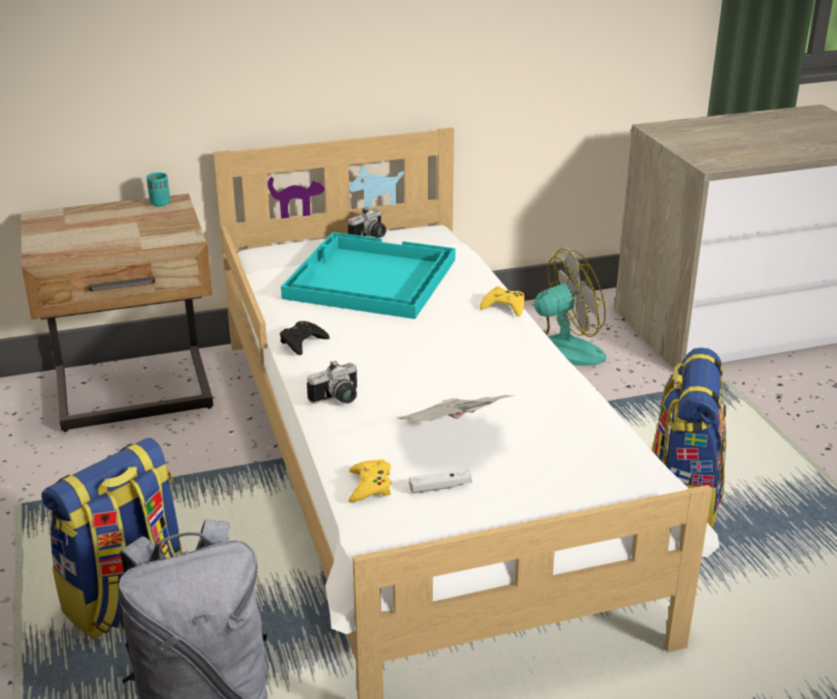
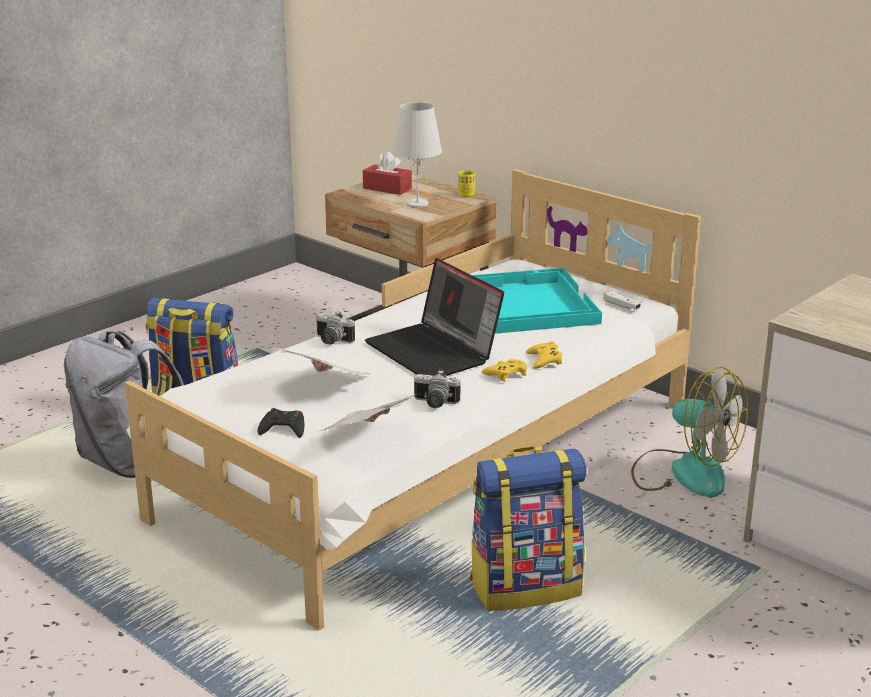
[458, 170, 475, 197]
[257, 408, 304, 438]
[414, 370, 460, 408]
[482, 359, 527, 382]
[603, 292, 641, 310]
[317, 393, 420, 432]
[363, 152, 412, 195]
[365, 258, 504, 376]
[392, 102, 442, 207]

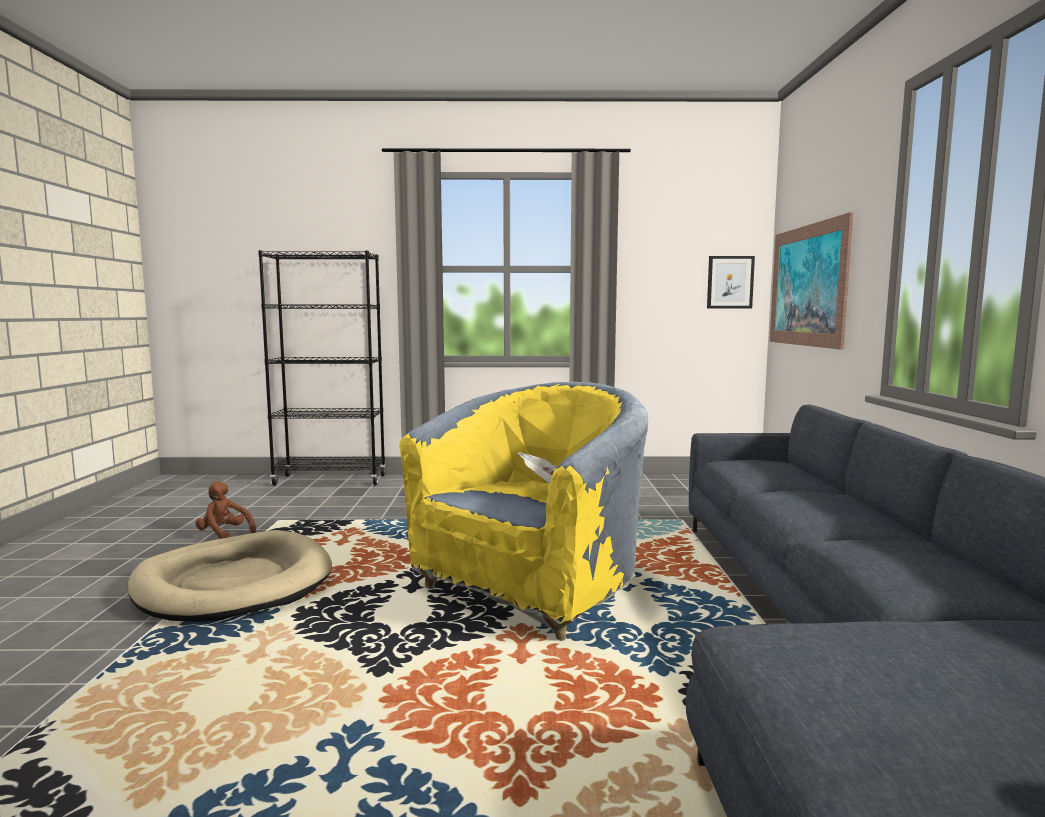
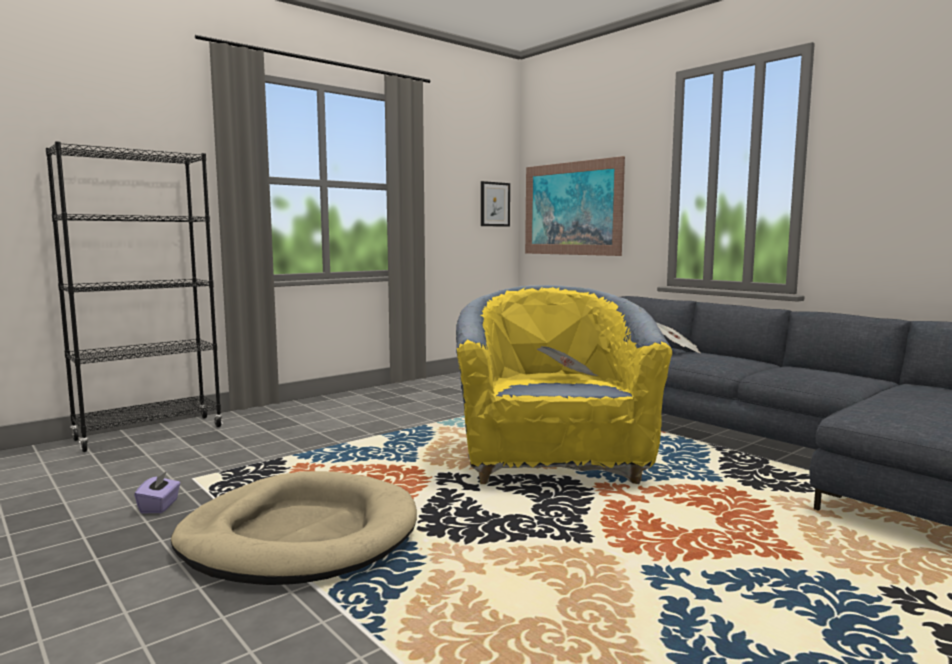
[134, 471, 181, 513]
[656, 322, 700, 353]

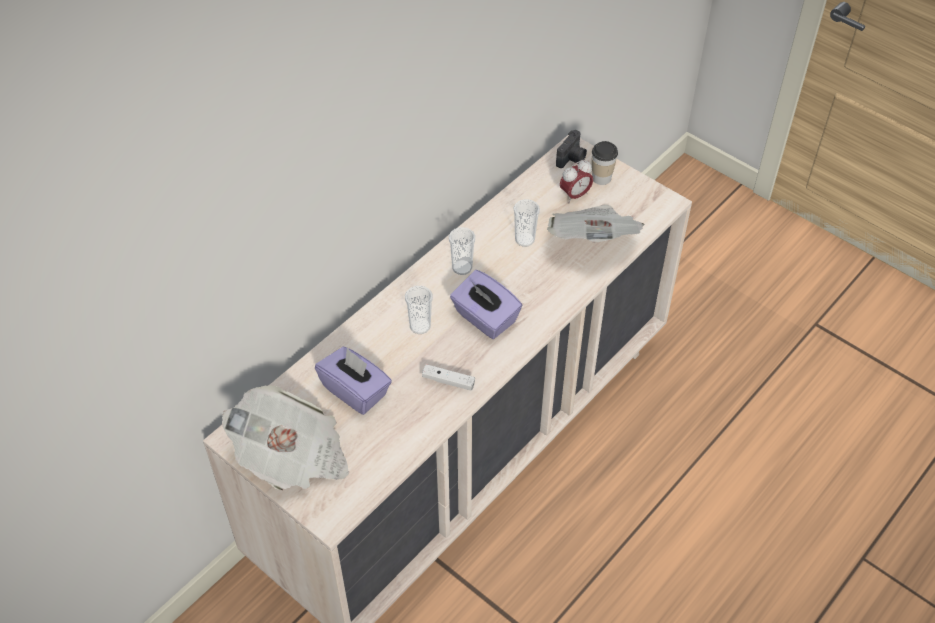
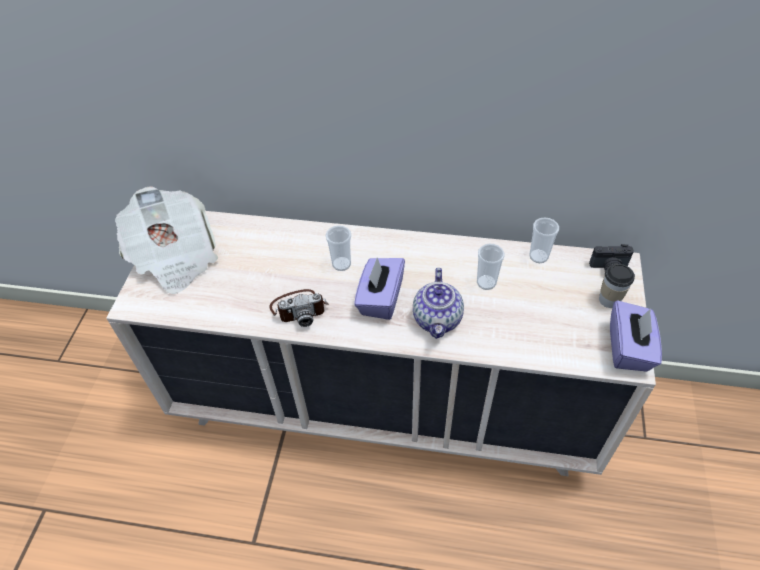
[610, 300, 662, 371]
[270, 289, 329, 327]
[529, 217, 559, 263]
[547, 205, 645, 243] (first image)
[560, 160, 593, 203] (first image)
[413, 268, 464, 339]

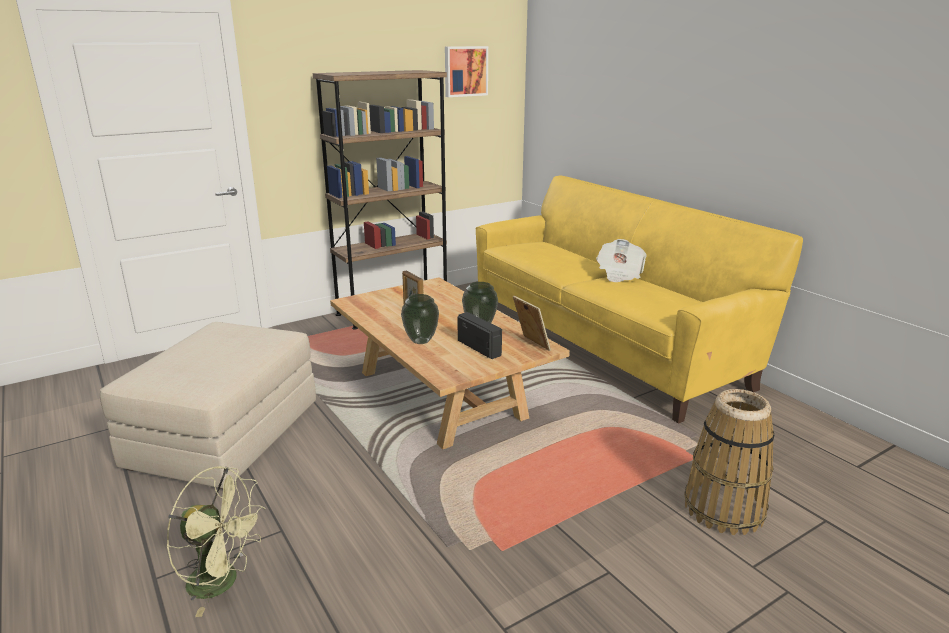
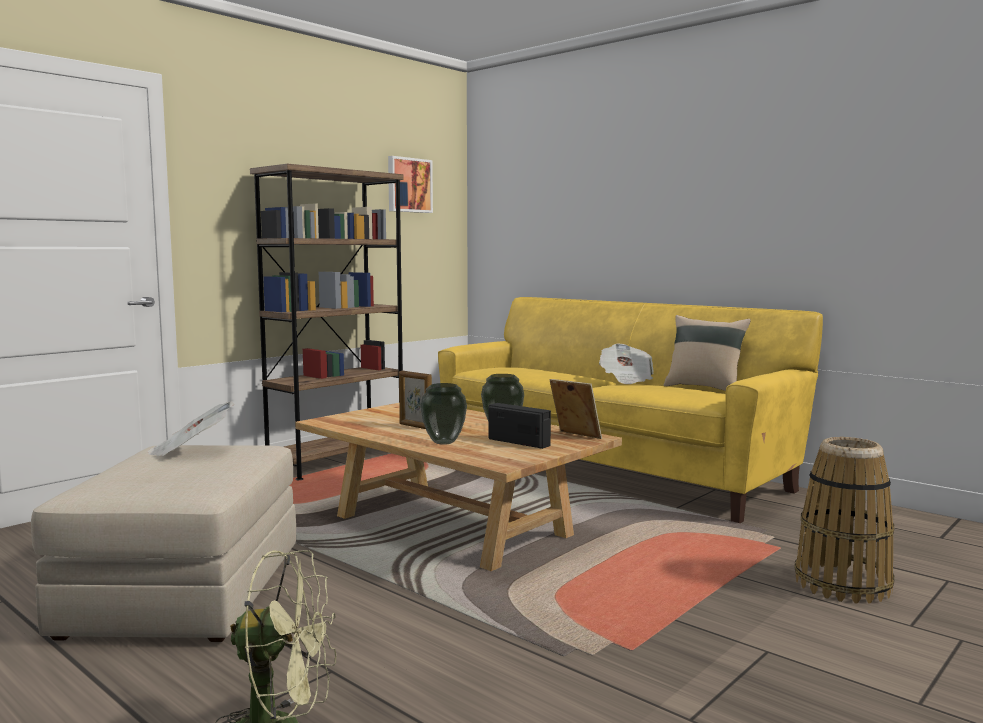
[147, 402, 234, 457]
[664, 315, 751, 391]

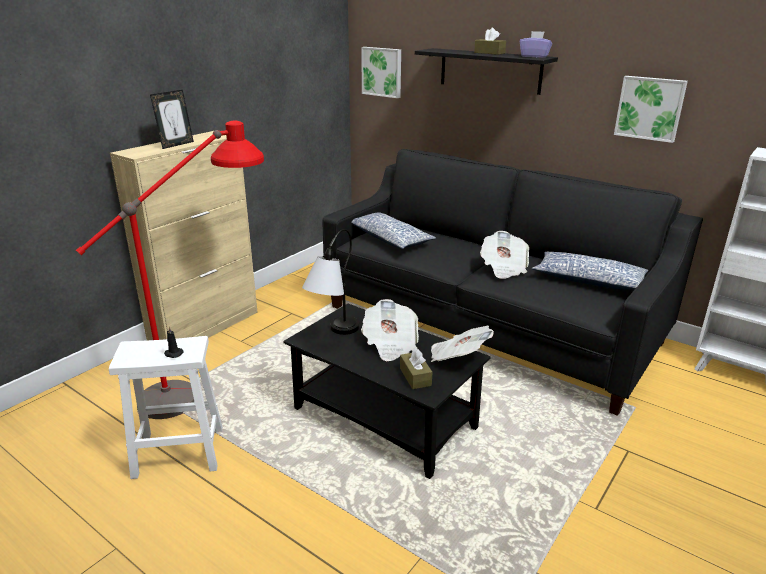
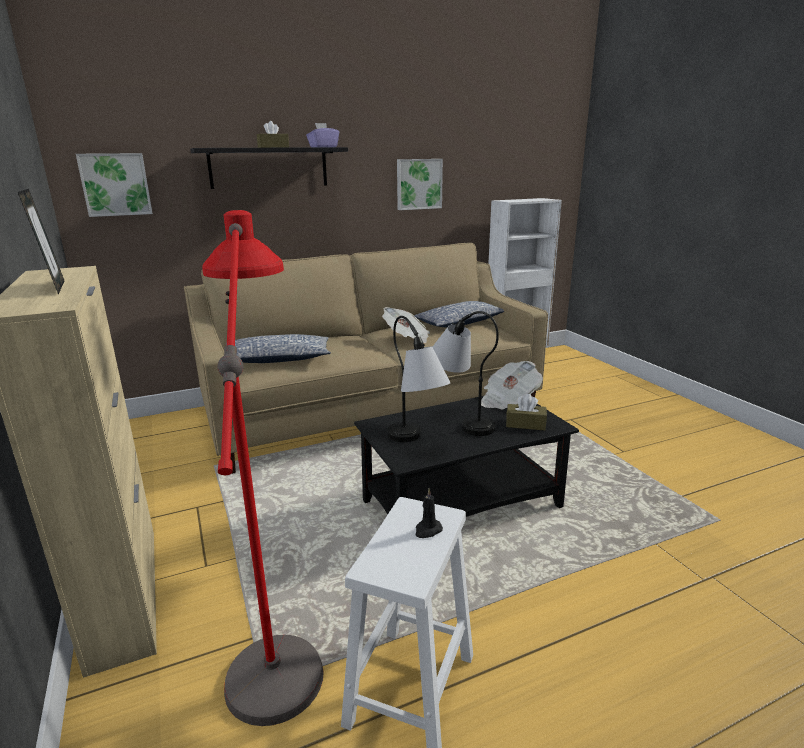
[184, 243, 548, 474]
[433, 311, 499, 436]

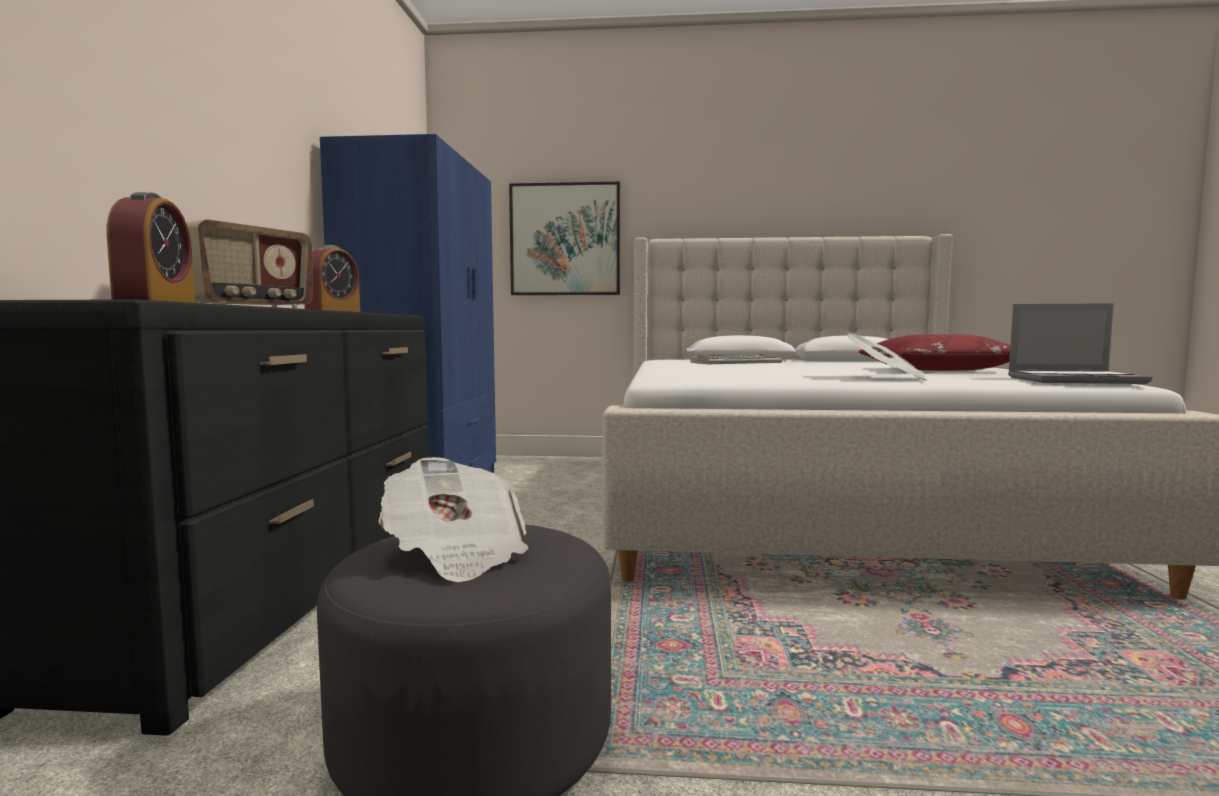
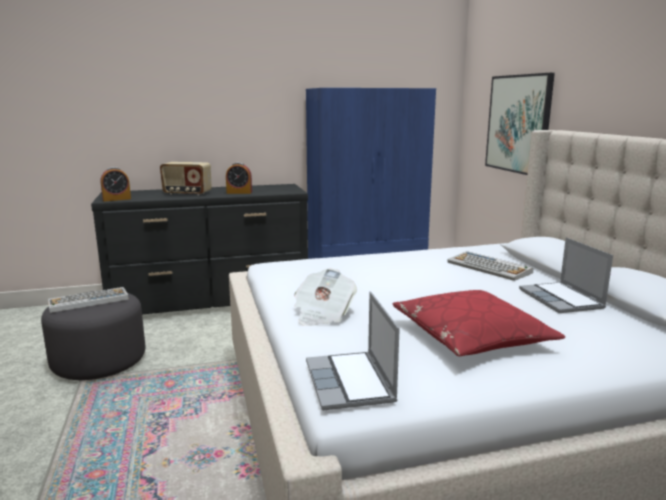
[48, 287, 129, 313]
[519, 237, 613, 313]

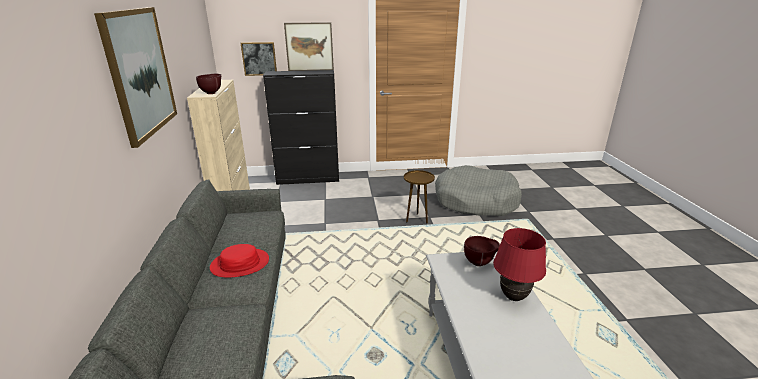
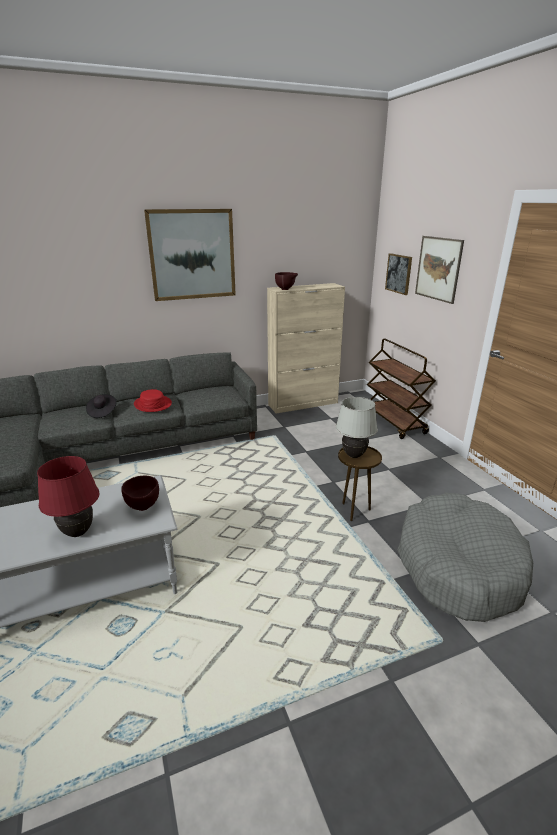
[367, 339, 435, 439]
[86, 394, 117, 418]
[336, 397, 378, 458]

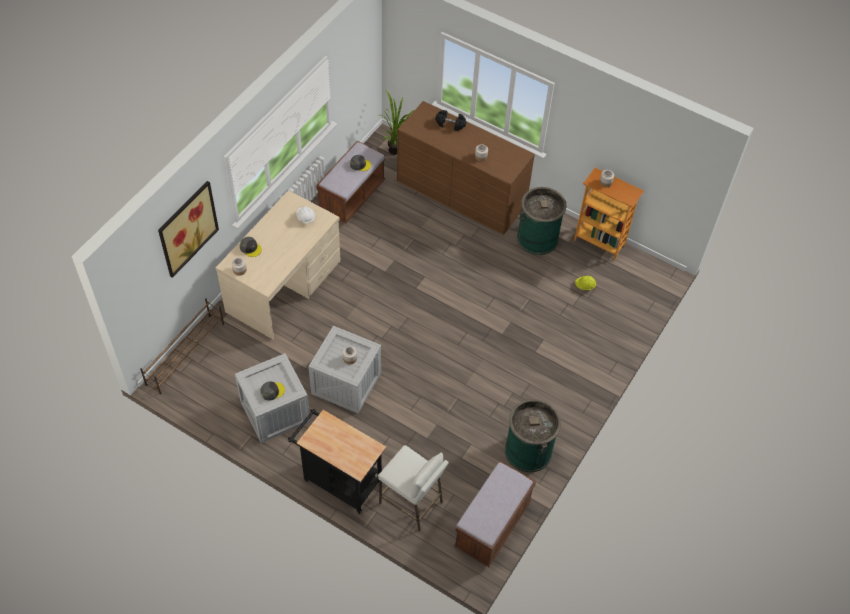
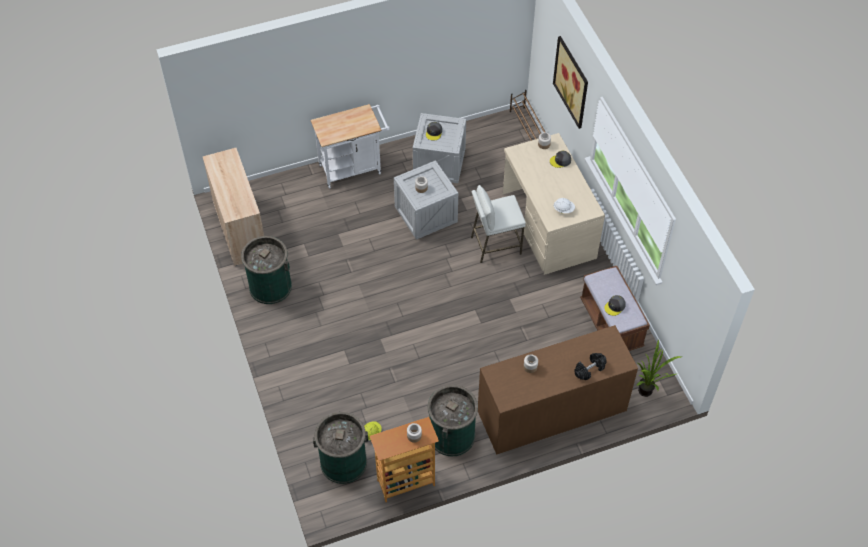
[311, 104, 390, 189]
[471, 185, 526, 263]
[203, 148, 264, 266]
[313, 412, 368, 484]

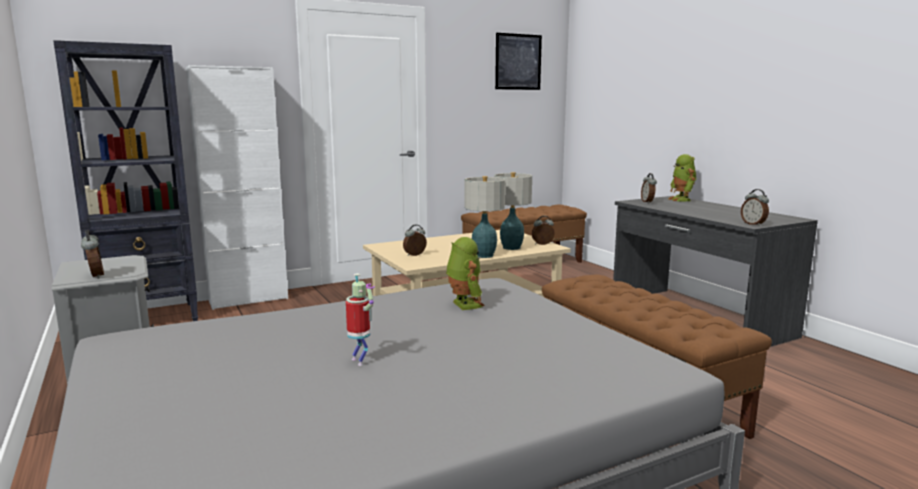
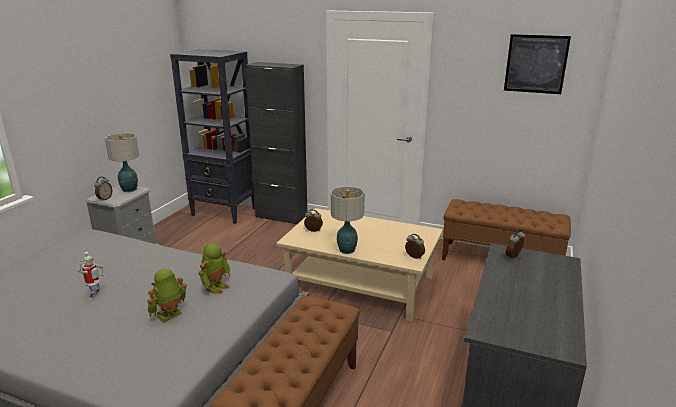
[245, 62, 307, 224]
[105, 133, 139, 192]
[147, 269, 187, 322]
[741, 189, 769, 226] (first image)

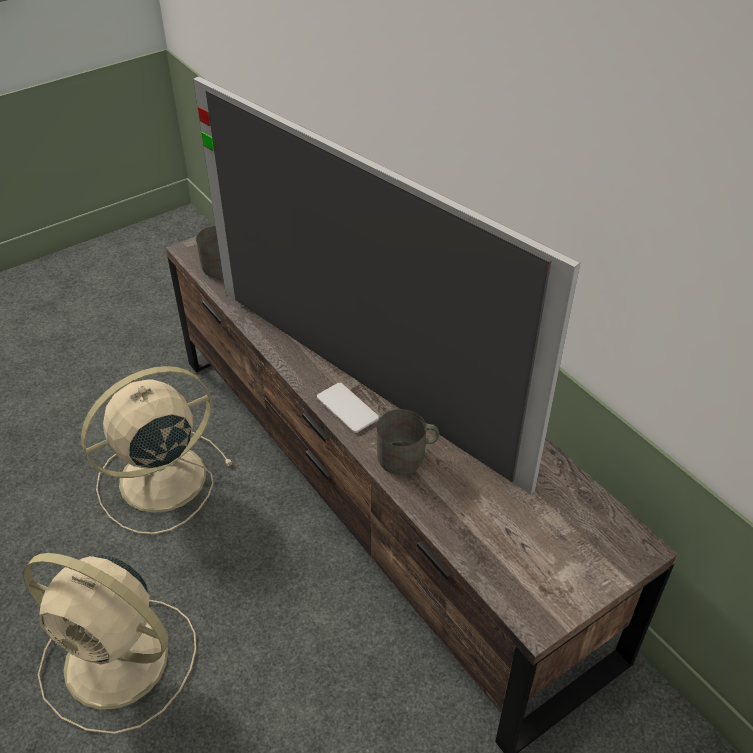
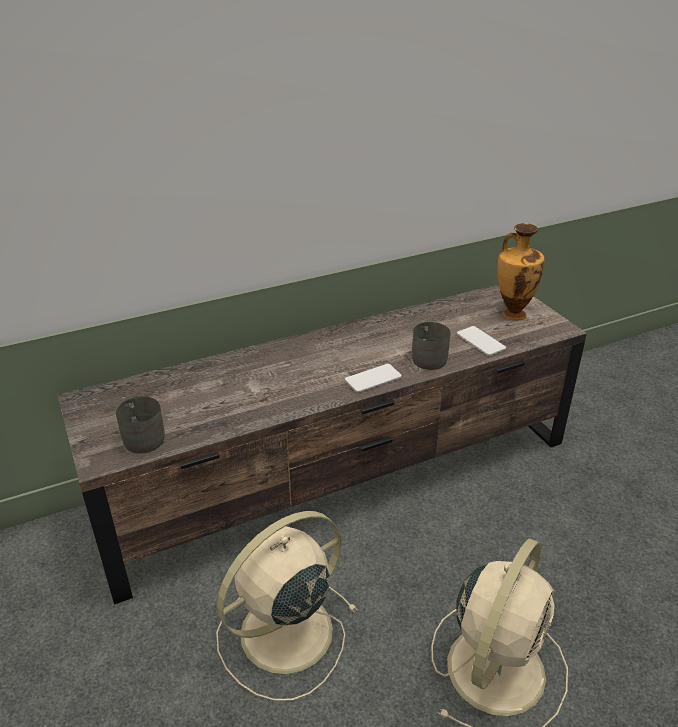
[216, 511, 358, 701]
[193, 76, 580, 495] (first image)
[457, 326, 506, 356]
[498, 223, 545, 321]

